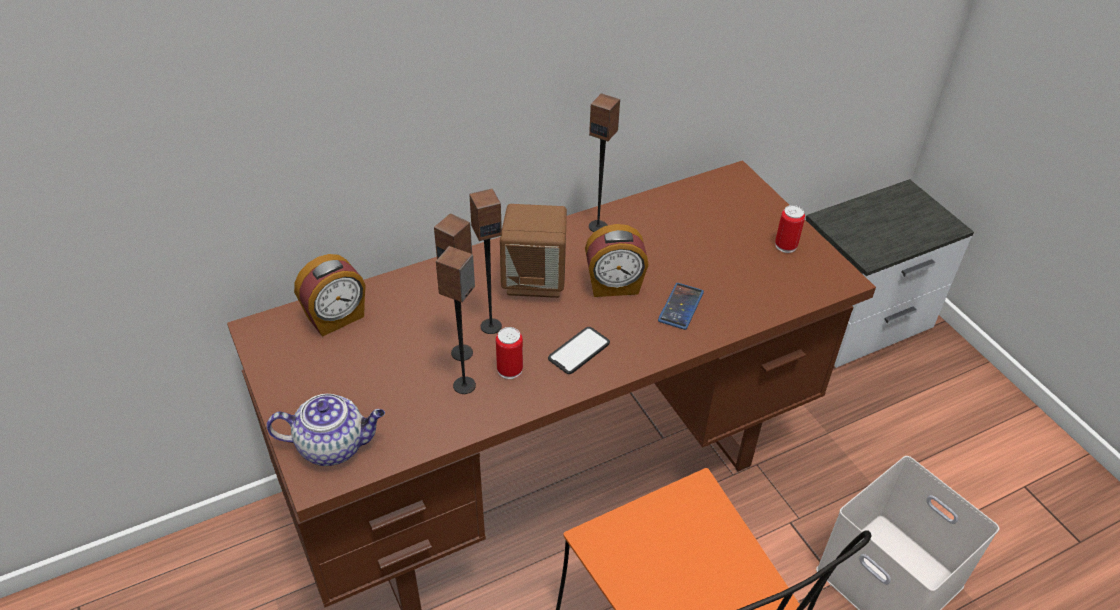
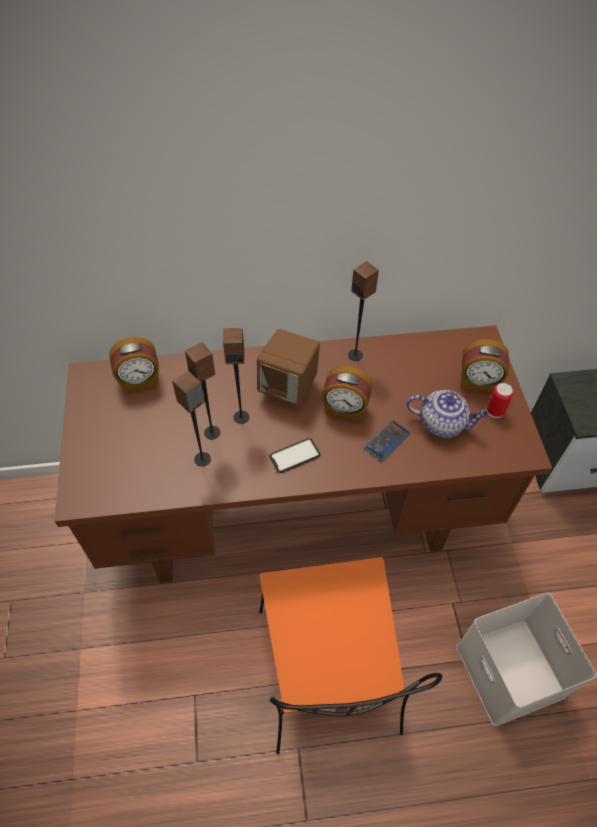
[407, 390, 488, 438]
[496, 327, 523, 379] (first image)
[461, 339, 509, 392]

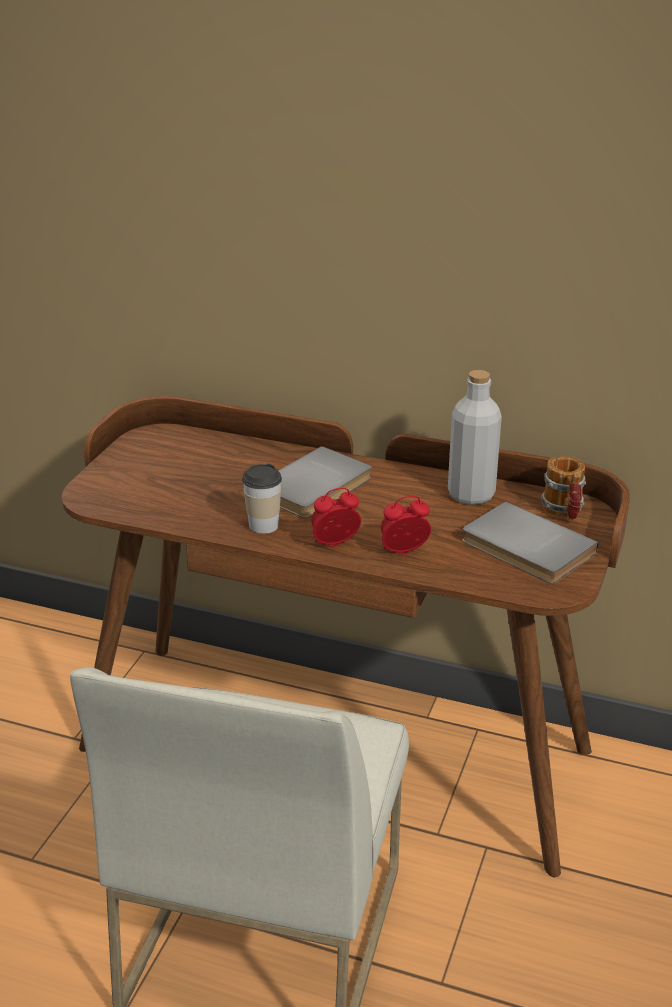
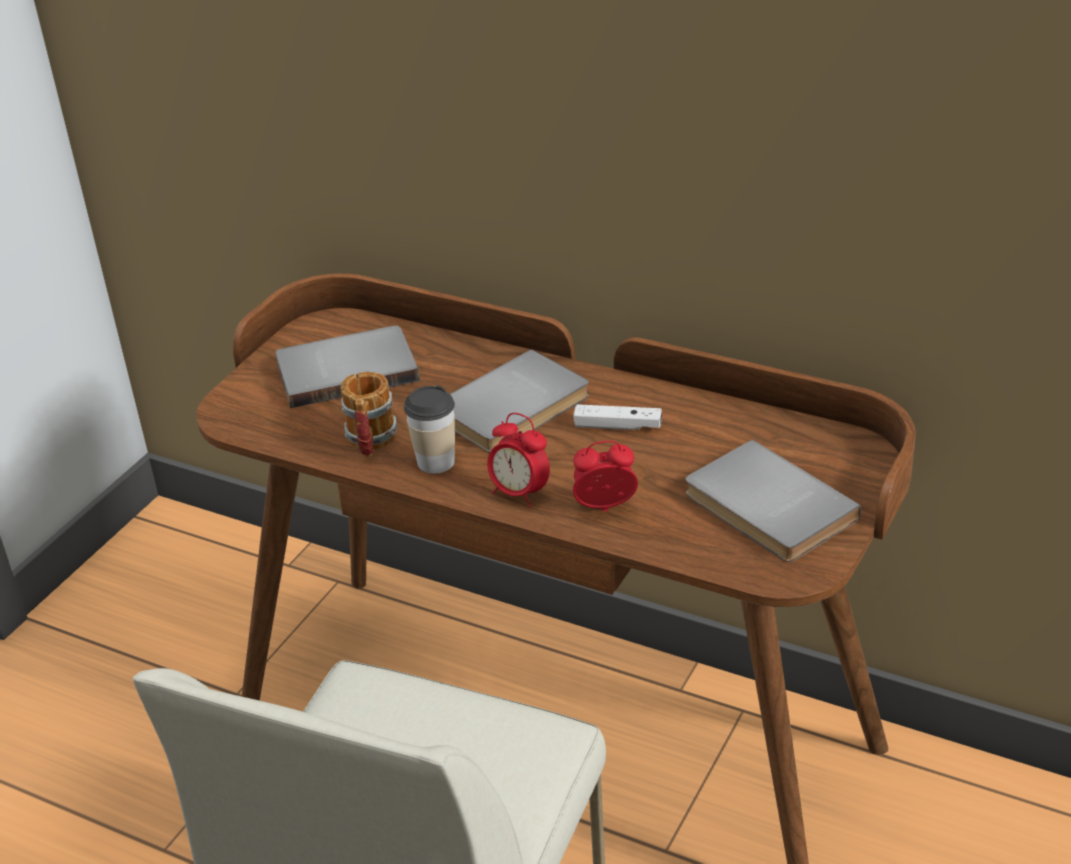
[487, 413, 550, 507]
[448, 370, 502, 505] (first image)
[341, 372, 397, 457]
[275, 326, 420, 408]
[573, 404, 662, 430]

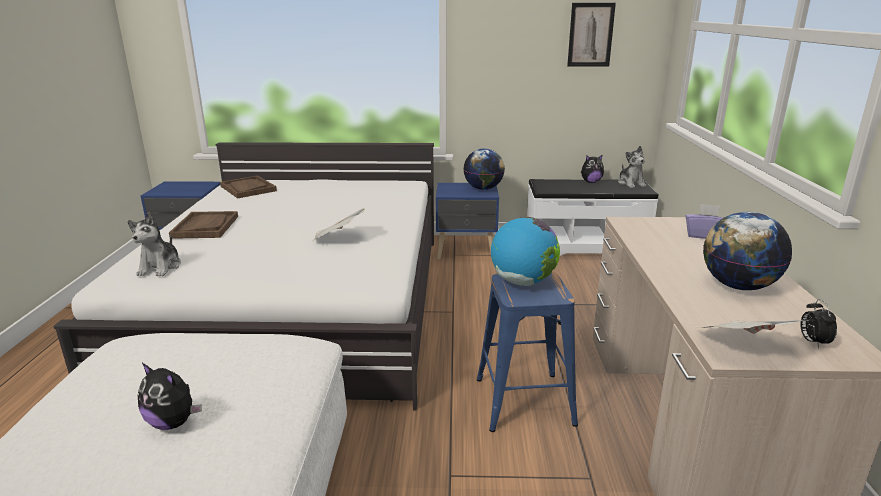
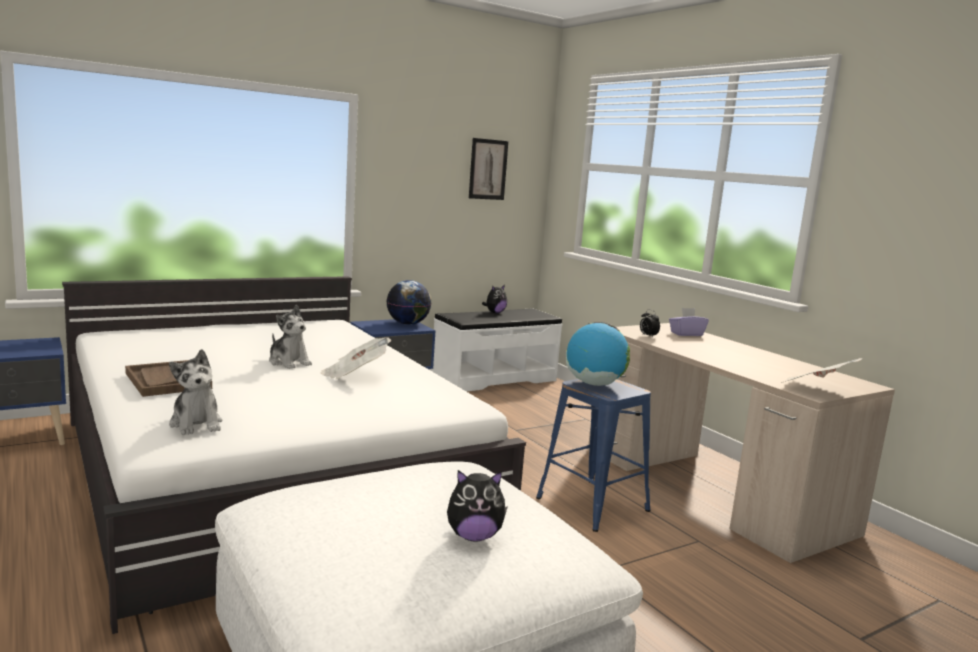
[220, 176, 277, 198] (first image)
[269, 305, 312, 369]
[703, 212, 792, 290] (first image)
[640, 310, 660, 338]

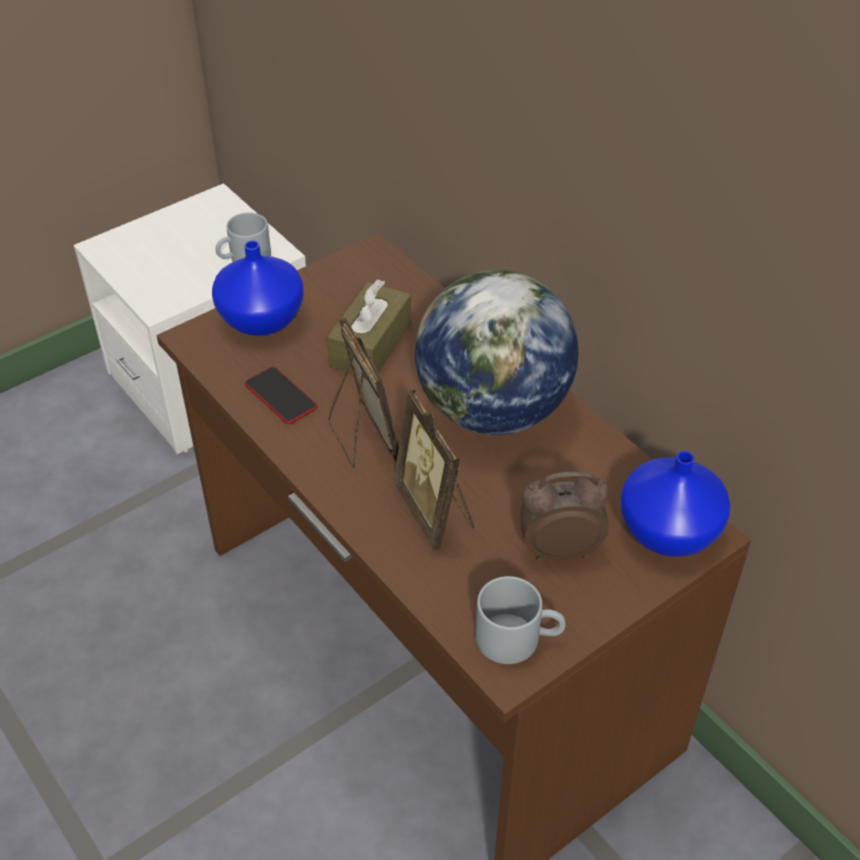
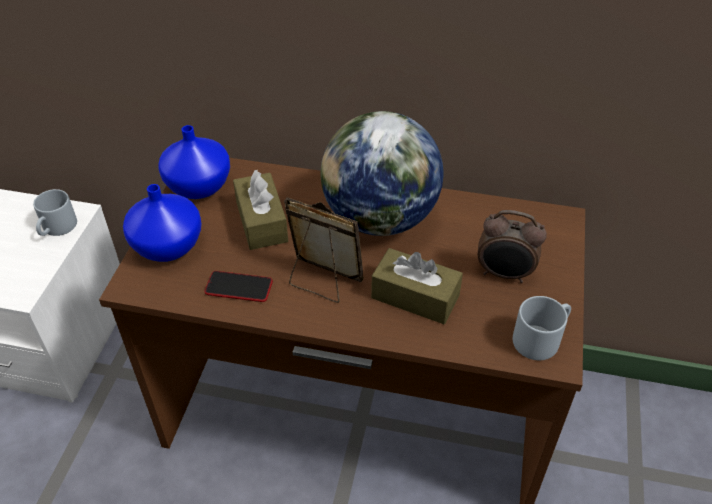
[371, 248, 463, 324]
[478, 210, 547, 283]
[159, 125, 230, 199]

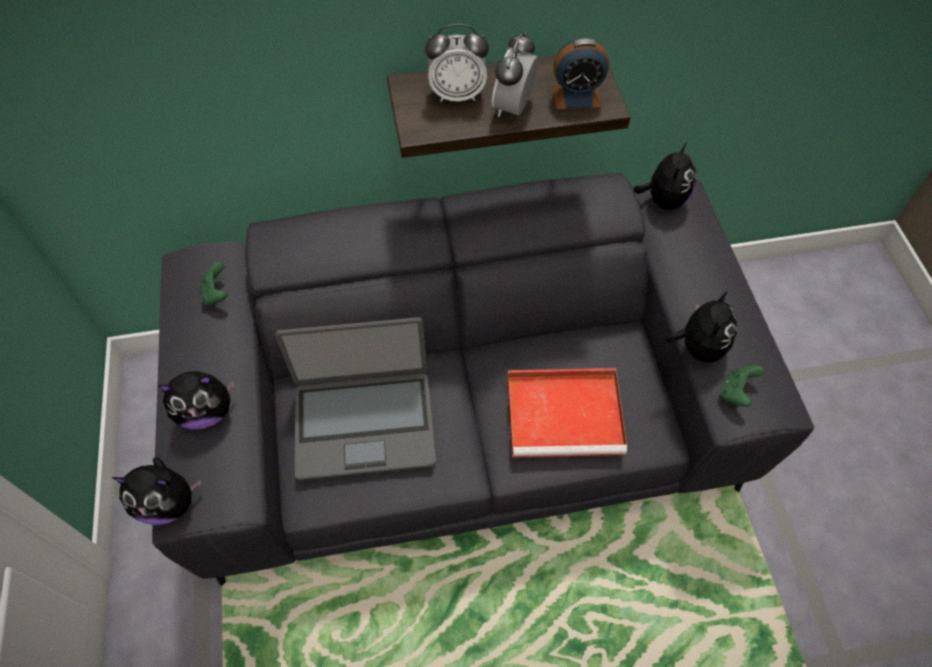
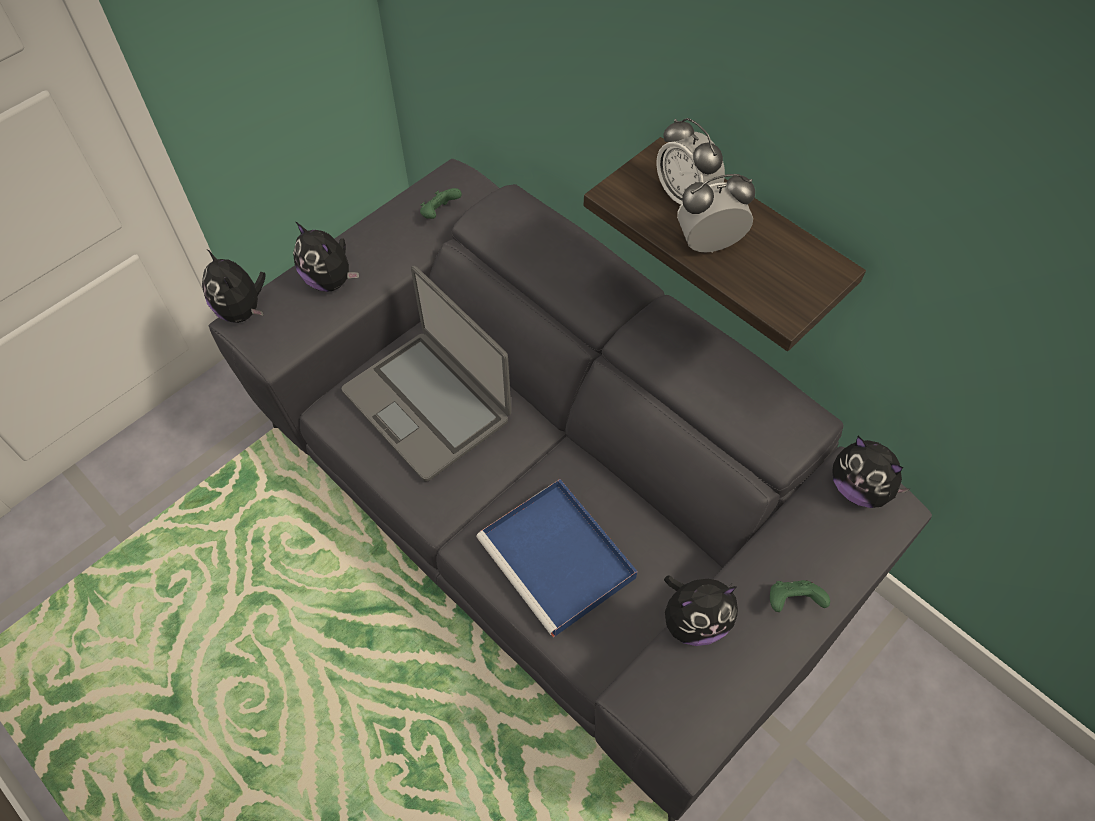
[476, 479, 638, 638]
[552, 38, 609, 109] (first image)
[832, 436, 911, 508]
[770, 580, 830, 612]

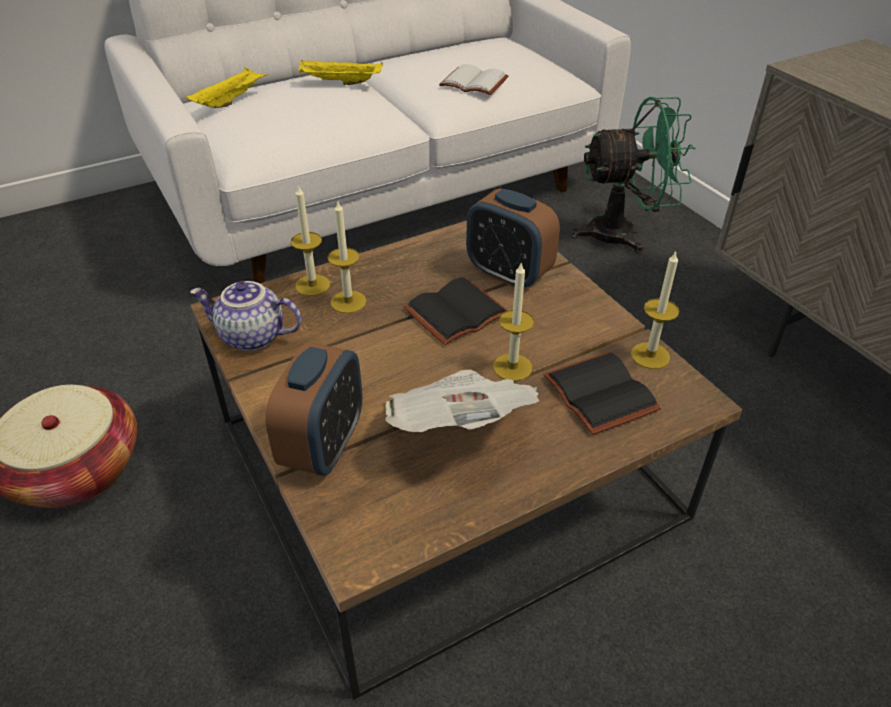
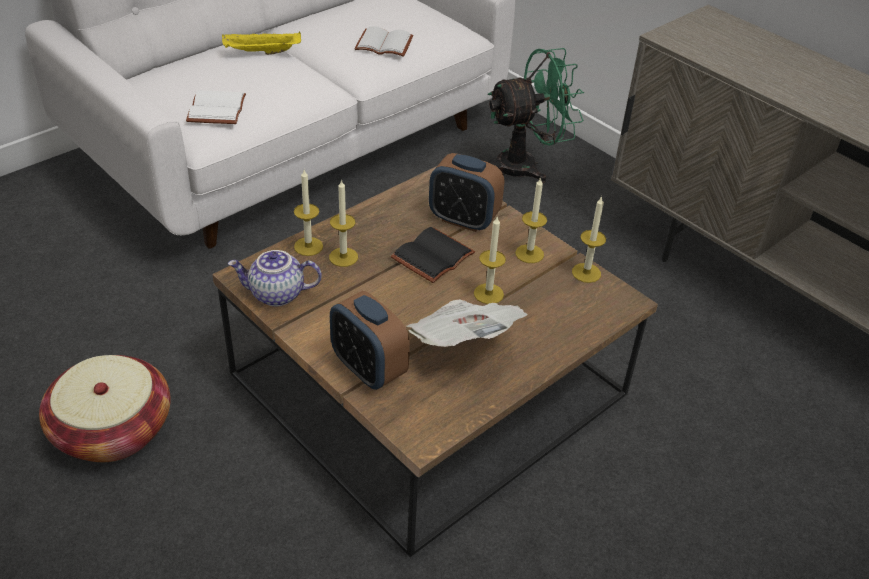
[186, 67, 268, 108] (first image)
[330, 291, 410, 390]
[543, 352, 661, 435] (first image)
[186, 90, 246, 124]
[515, 177, 547, 263]

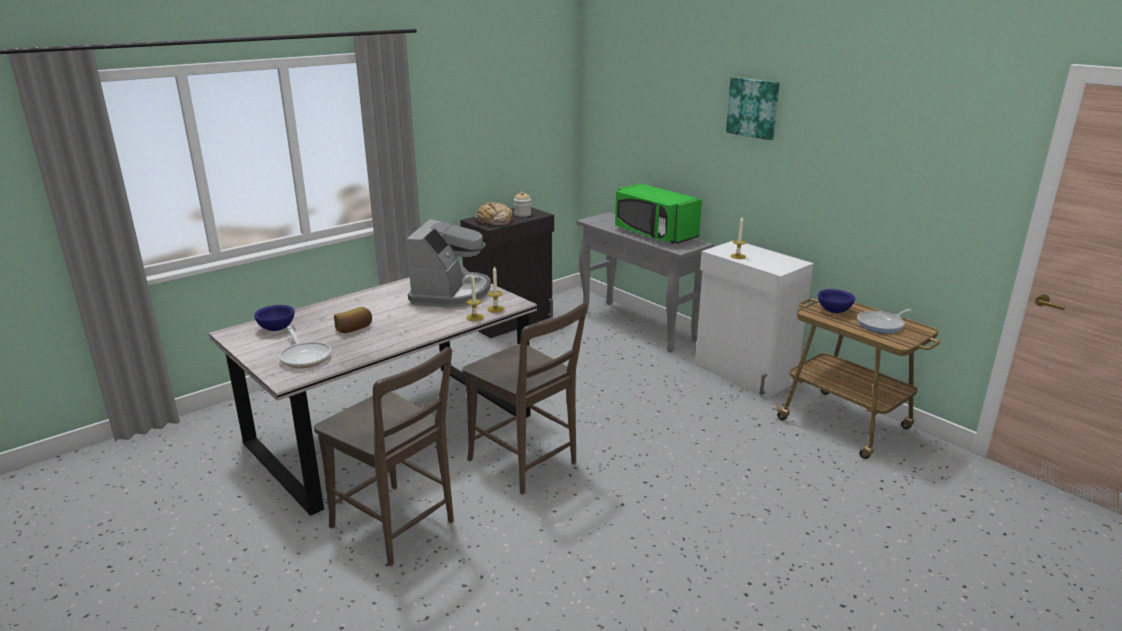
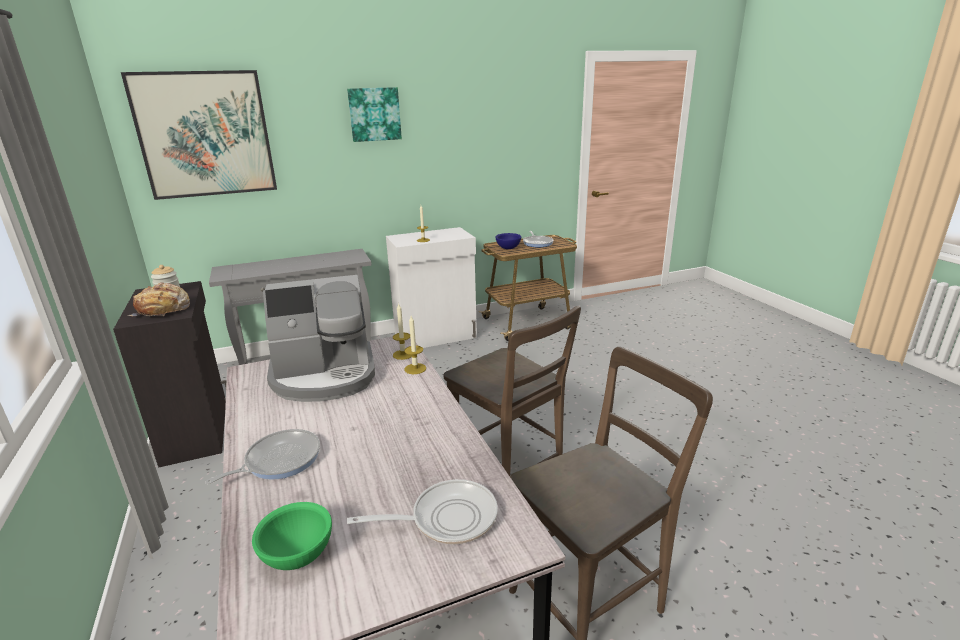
[252, 502, 332, 570]
[334, 307, 372, 333] (first image)
[263, 275, 375, 402]
[444, 306, 581, 476]
[615, 183, 702, 244] (first image)
[121, 70, 277, 200]
[206, 429, 320, 484]

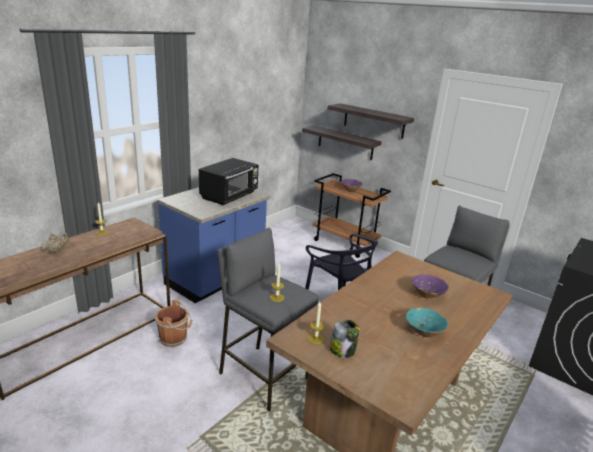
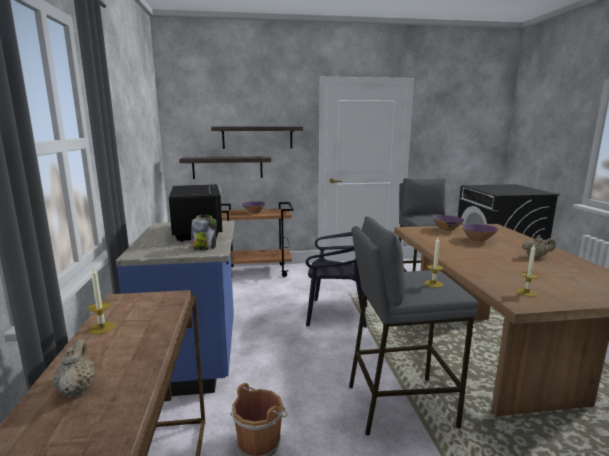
[191, 215, 216, 250]
[522, 235, 556, 258]
[433, 215, 465, 231]

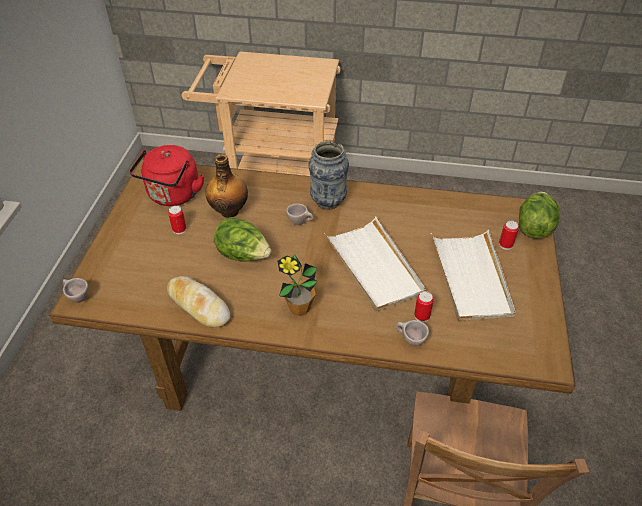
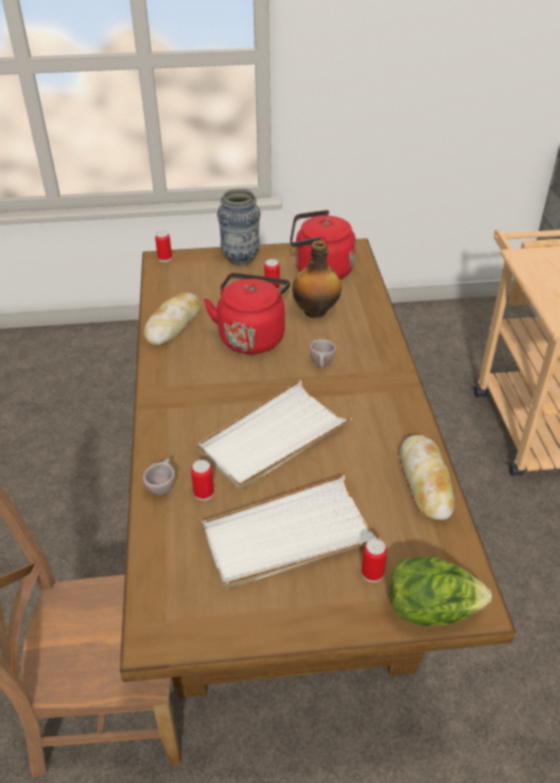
[155, 231, 172, 262]
[204, 273, 290, 354]
[277, 254, 318, 316] (first image)
[217, 188, 260, 266]
[400, 435, 455, 520]

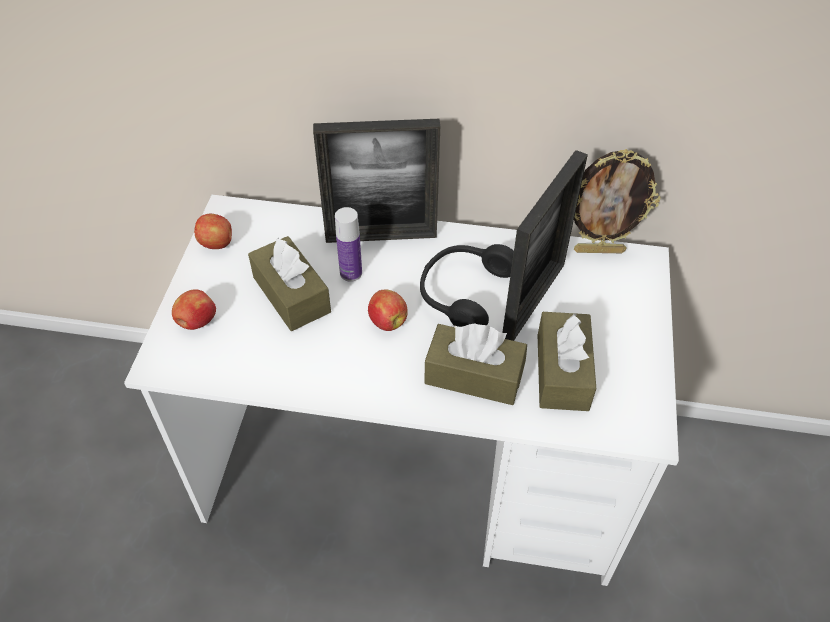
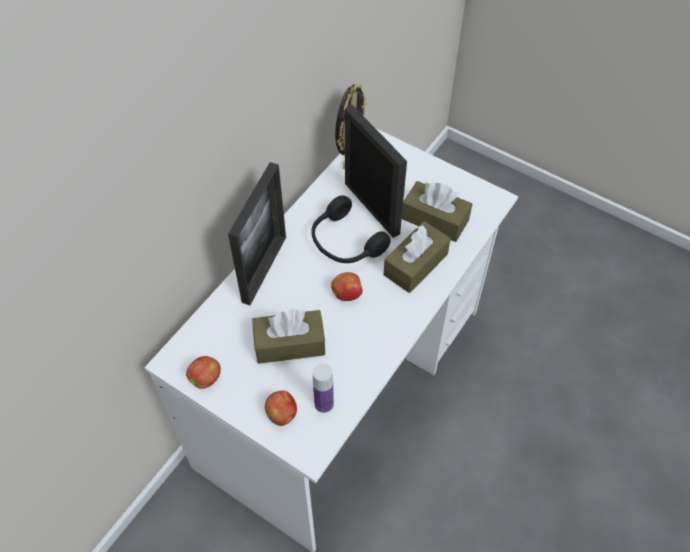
[313, 363, 334, 413]

